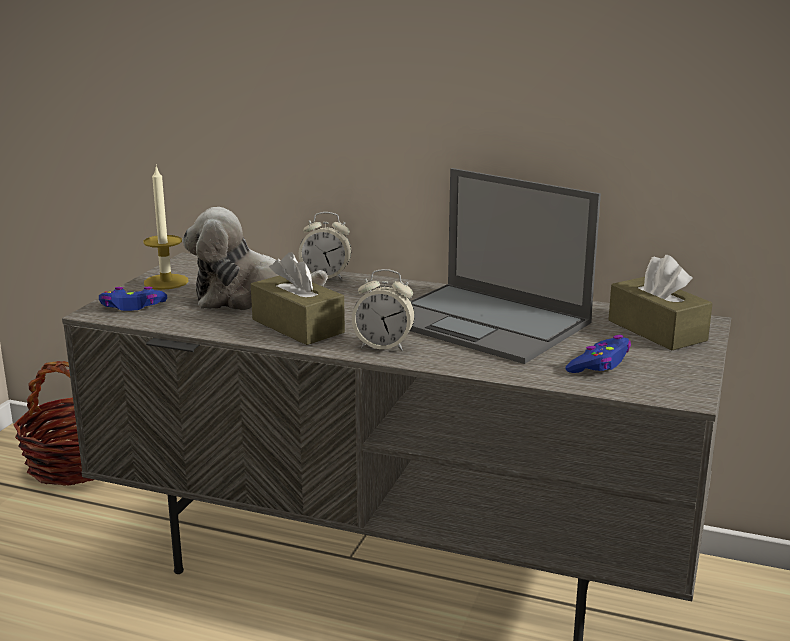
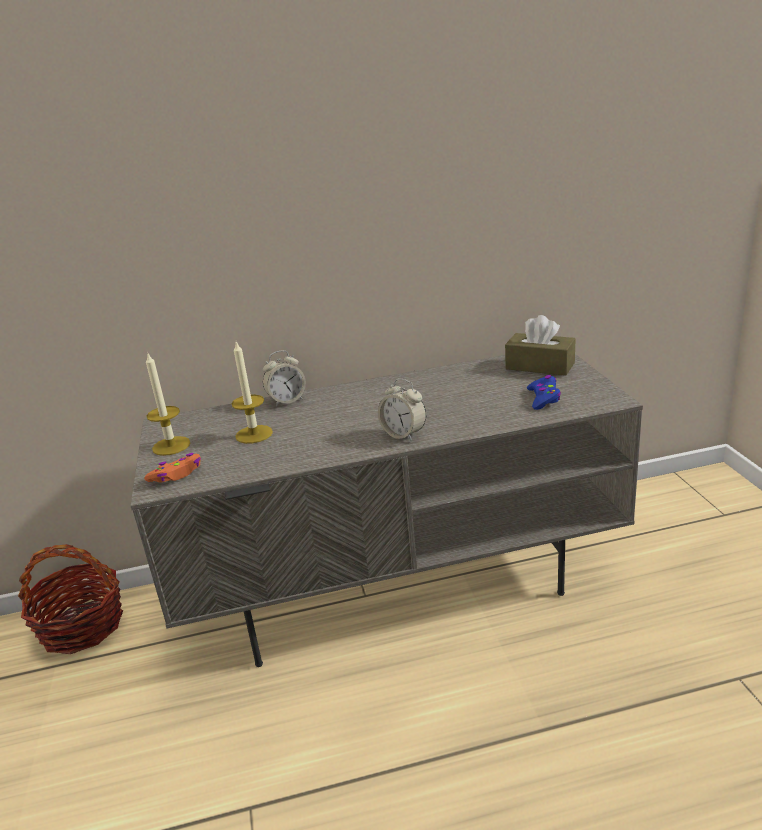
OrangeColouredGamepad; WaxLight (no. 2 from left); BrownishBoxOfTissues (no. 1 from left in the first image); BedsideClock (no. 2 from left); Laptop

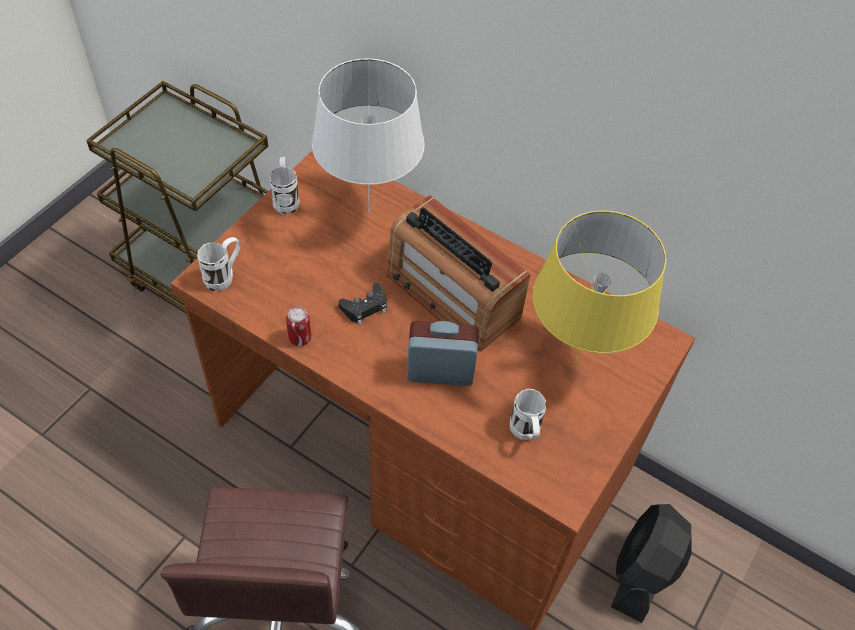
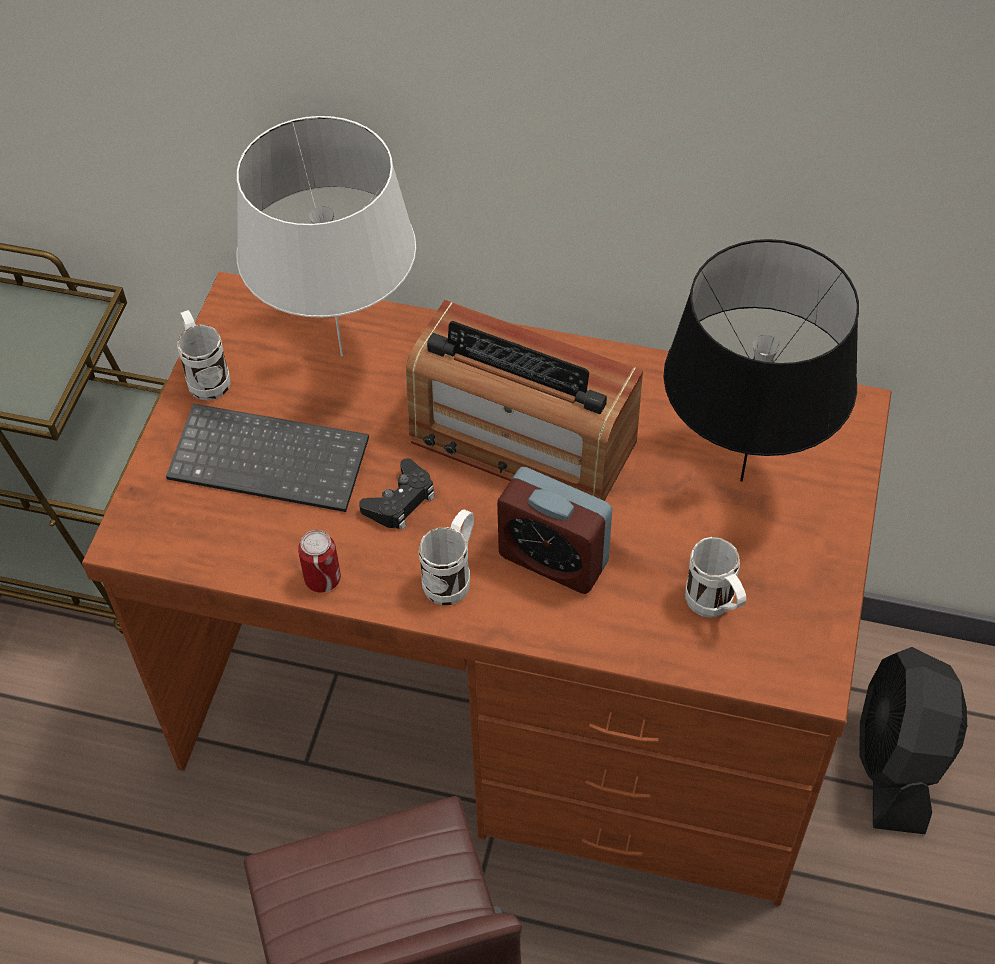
WhiteColouredTeaMug (no. 2 from left); BedsideClock; BlackTabletopLamp; PcKeyboard

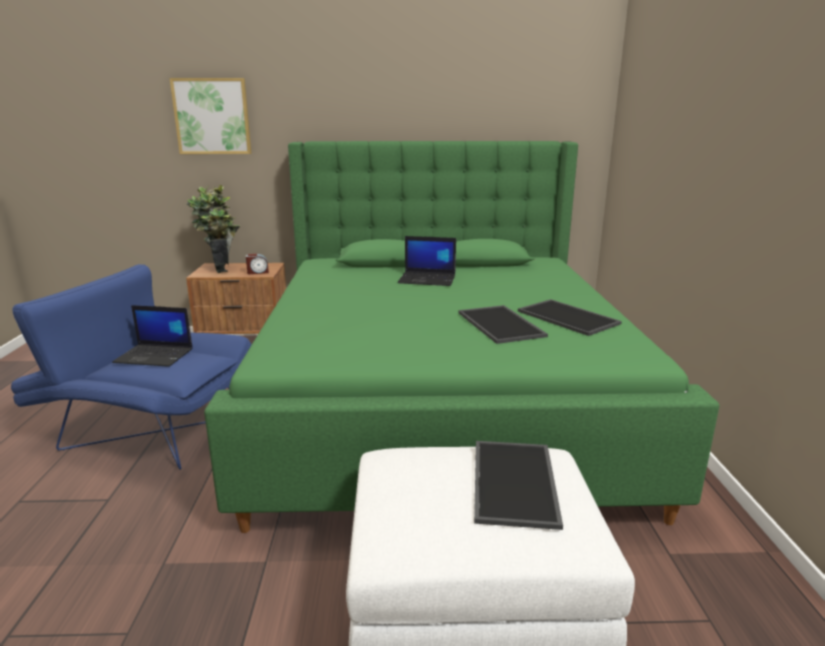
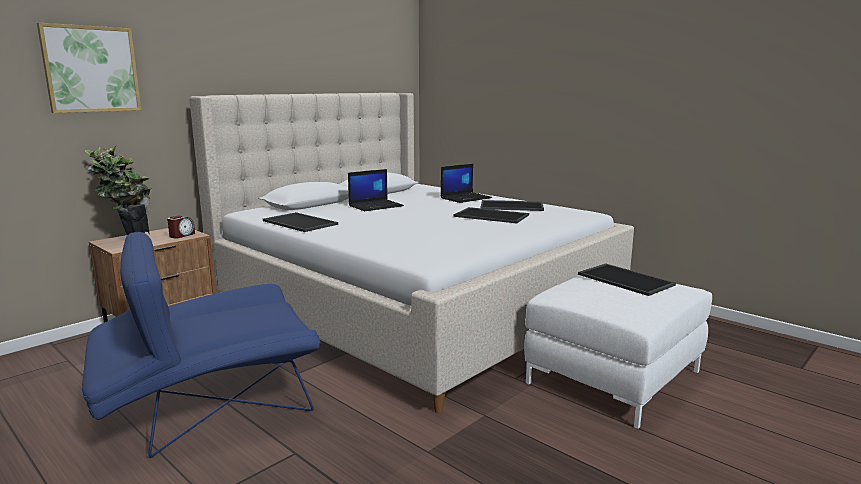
Laptop (no. 2 from left); BeigeColouredBedroomBed; CarryingTray (no. 1 from left)

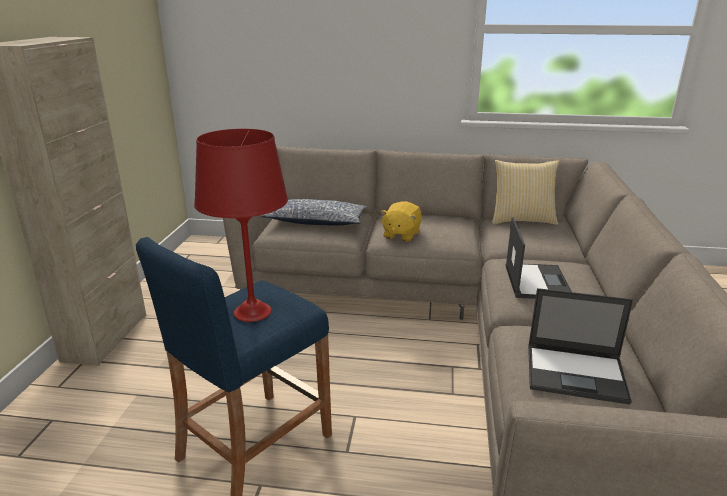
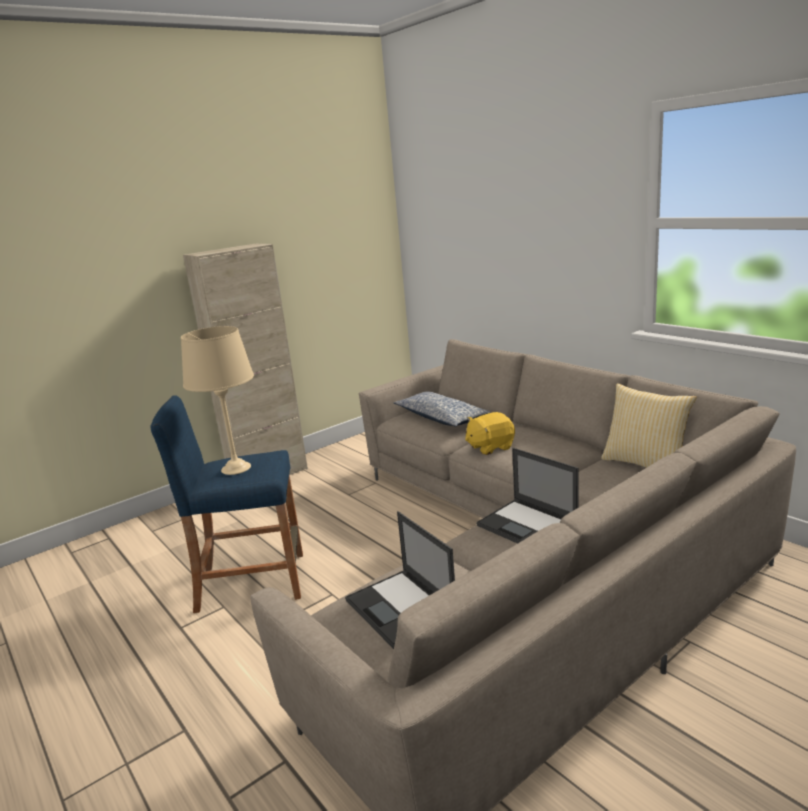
BeigeColouredTabletopLamp; Laptop (no. 2 from left)

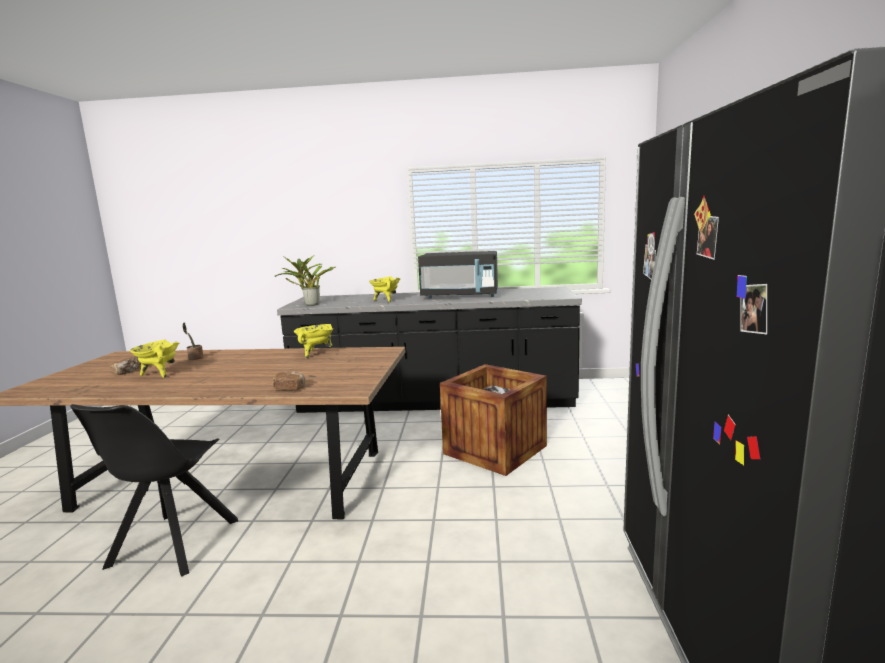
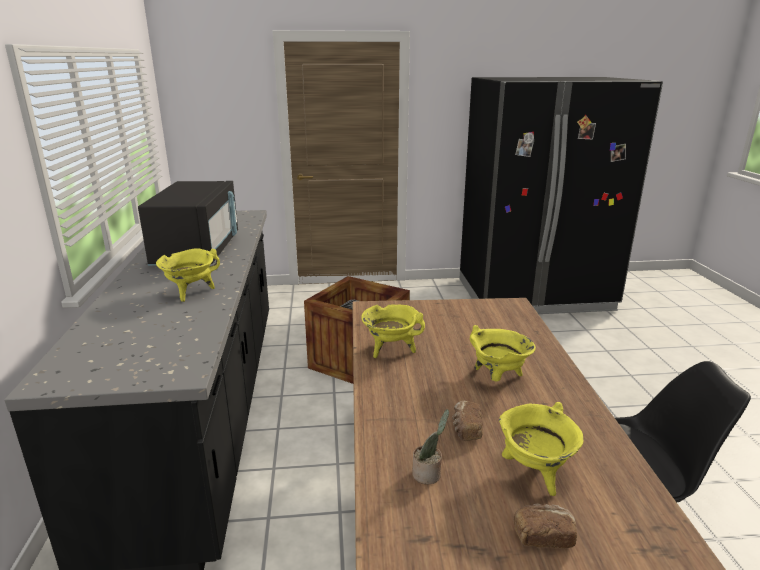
Bread (no. 1 from left); Houseplant (no. 2 from left in the first image); YellowColouredSaucepot (no. 3 from left)

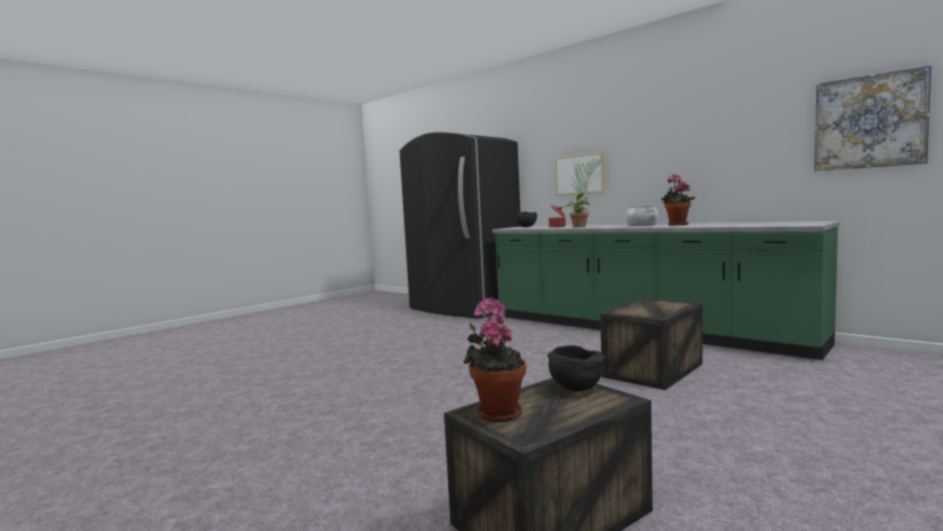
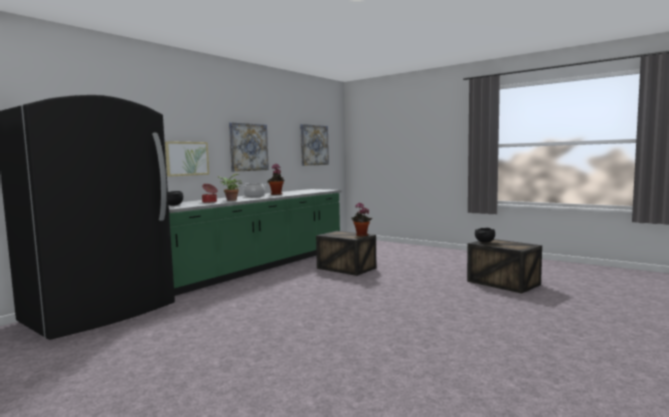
Houseplant (no. 3 from left); WallPicture (no. 2 from left)

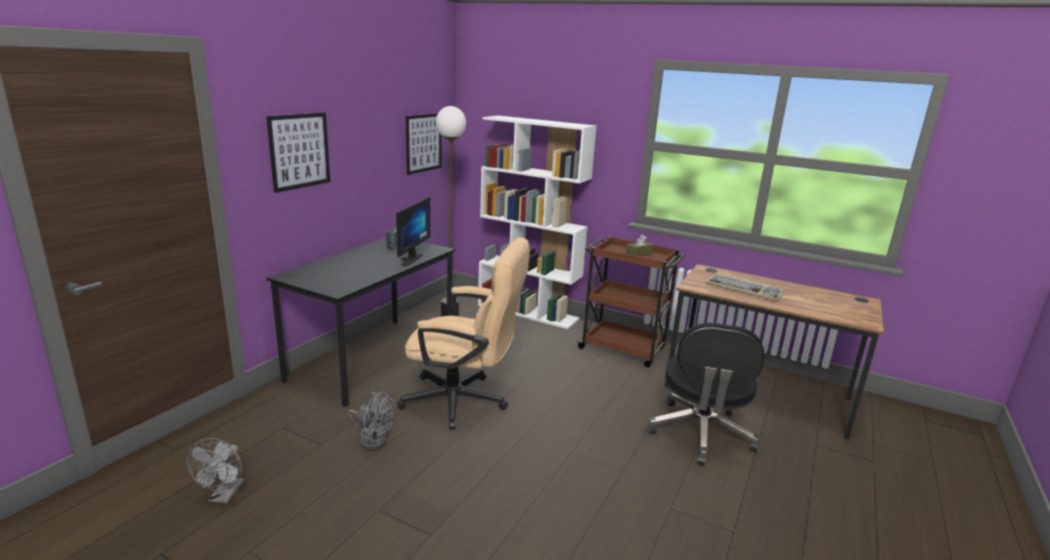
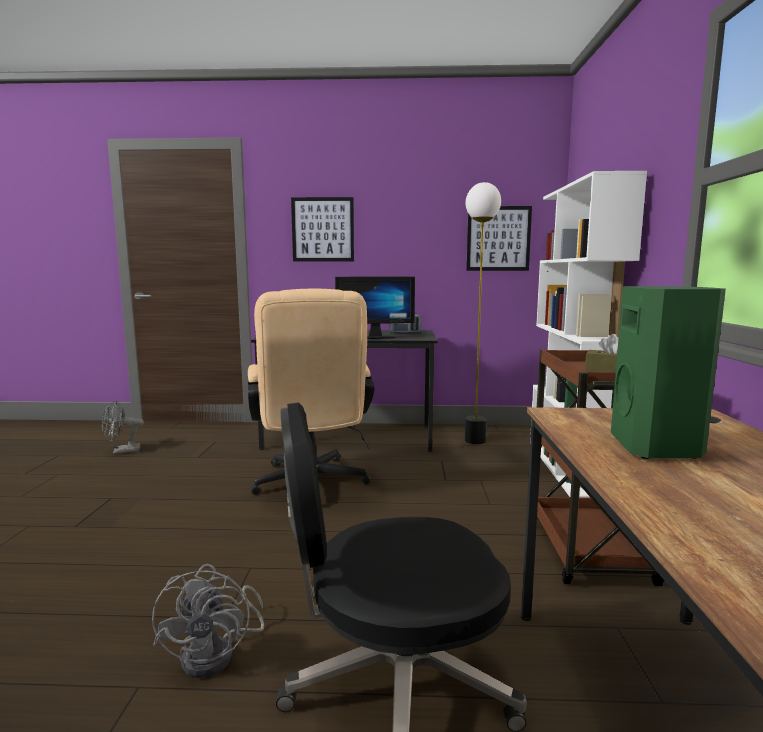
GrayFan (no. 2 from left); GreenColouredAudioSpeaker

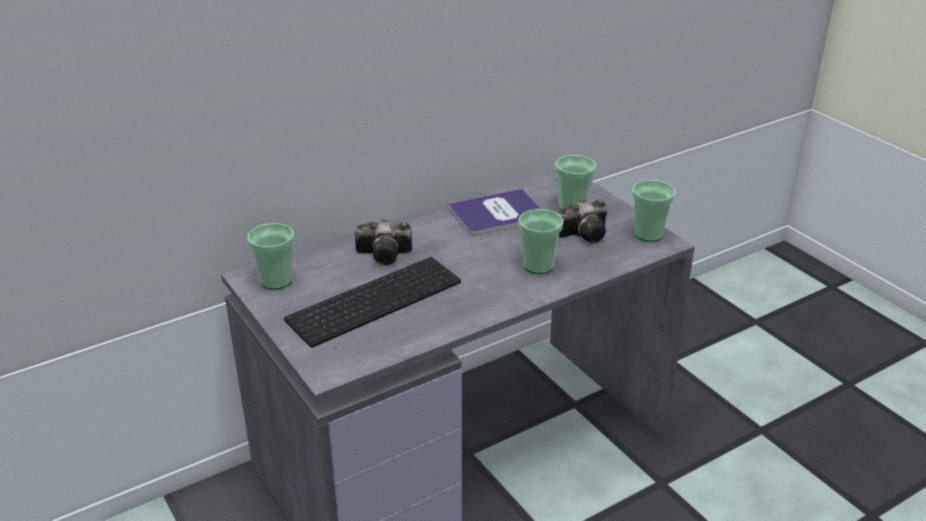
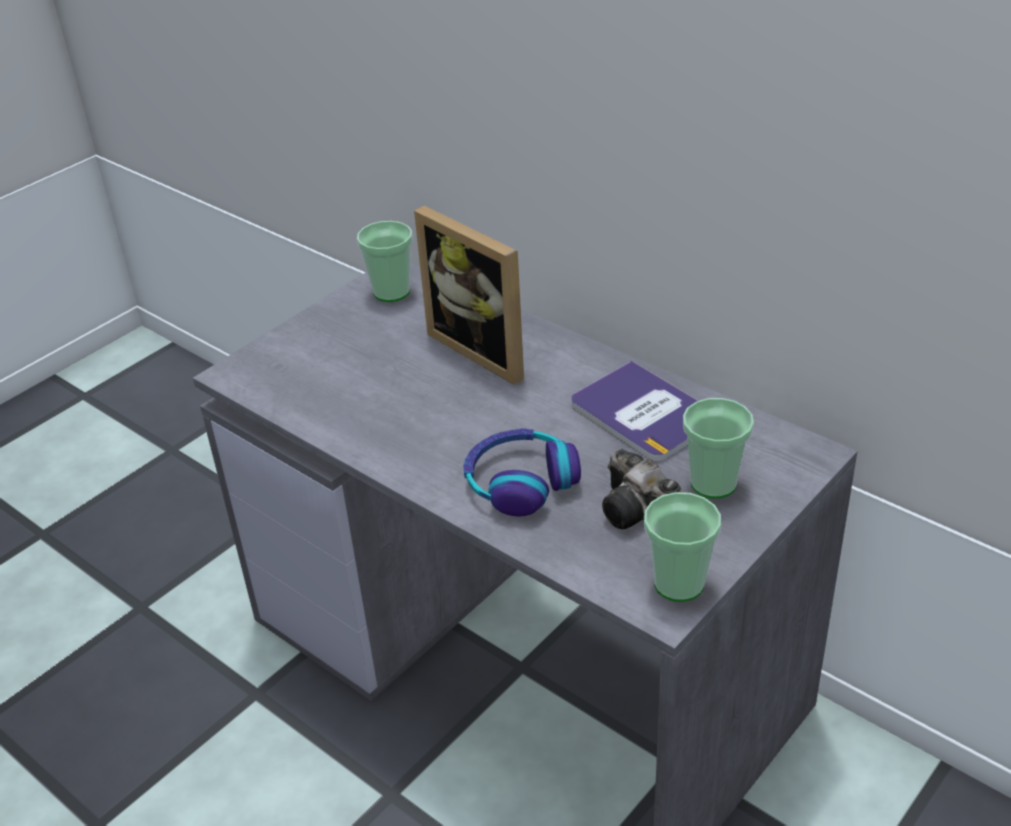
PcKeyboard; StandingFrame; PairOfHeadphones

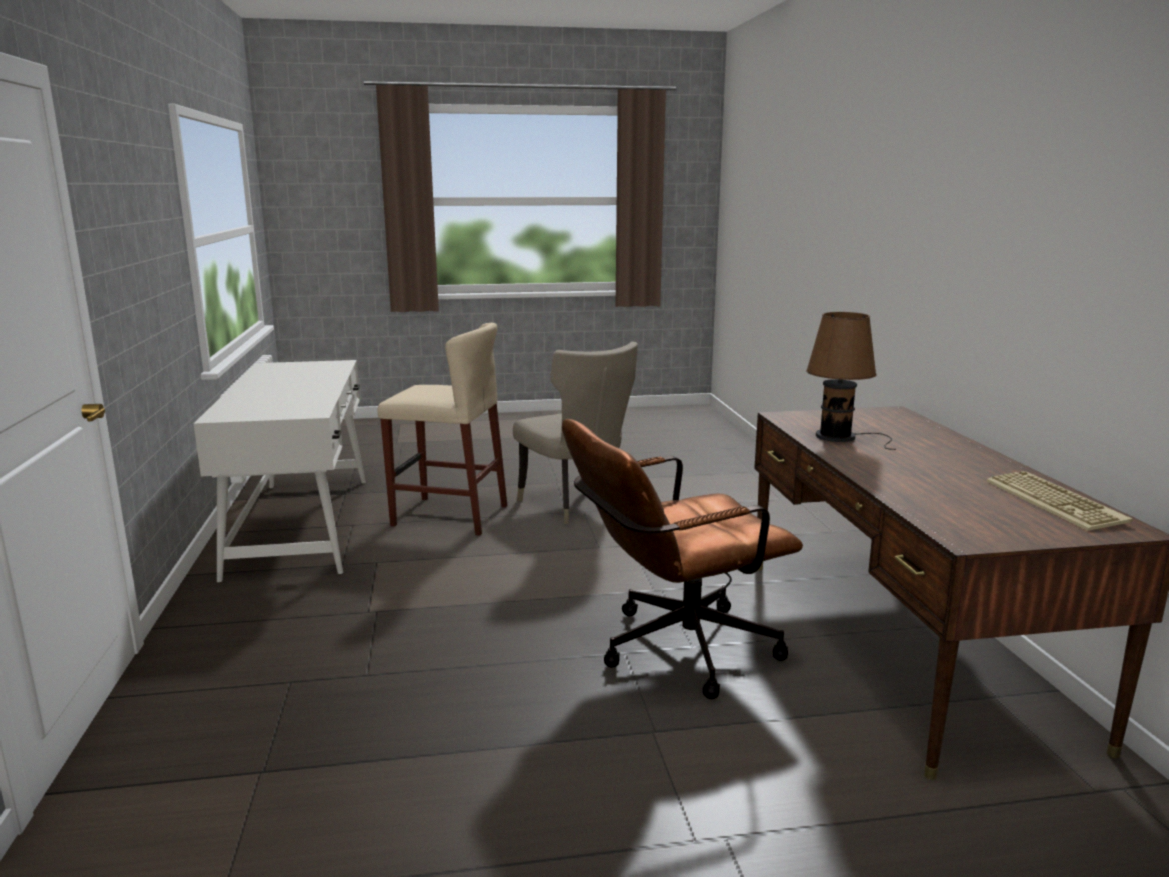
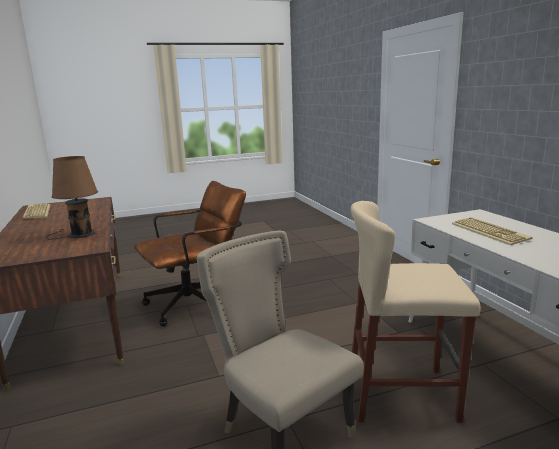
PcKeyboard (no. 2 from left)

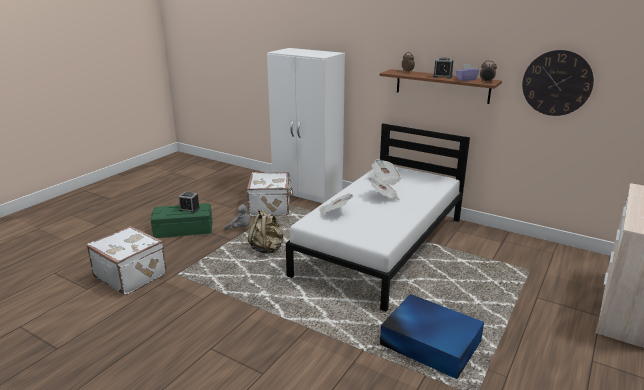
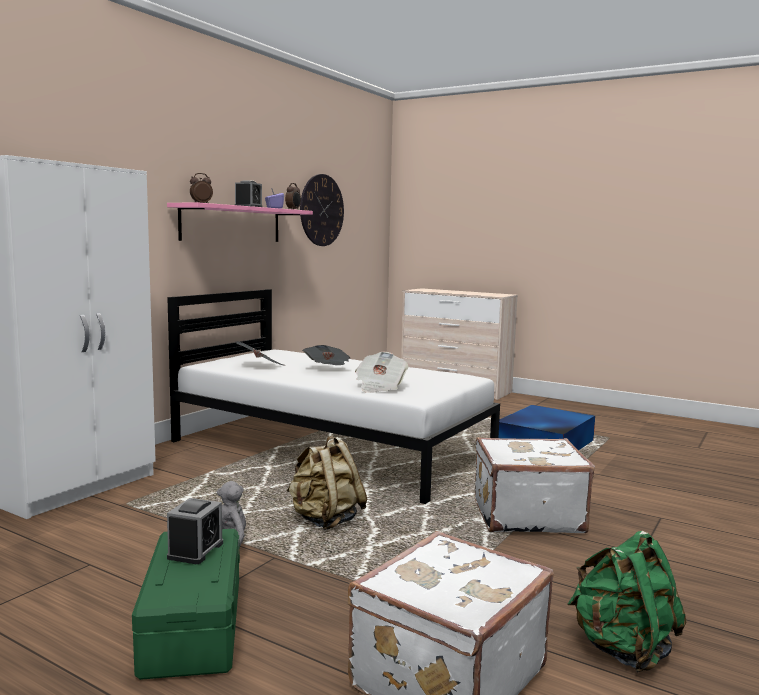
WhiteColouredTravelCase (no. 2 from left); PinkColouredShelf; GreenColouredBackpack

